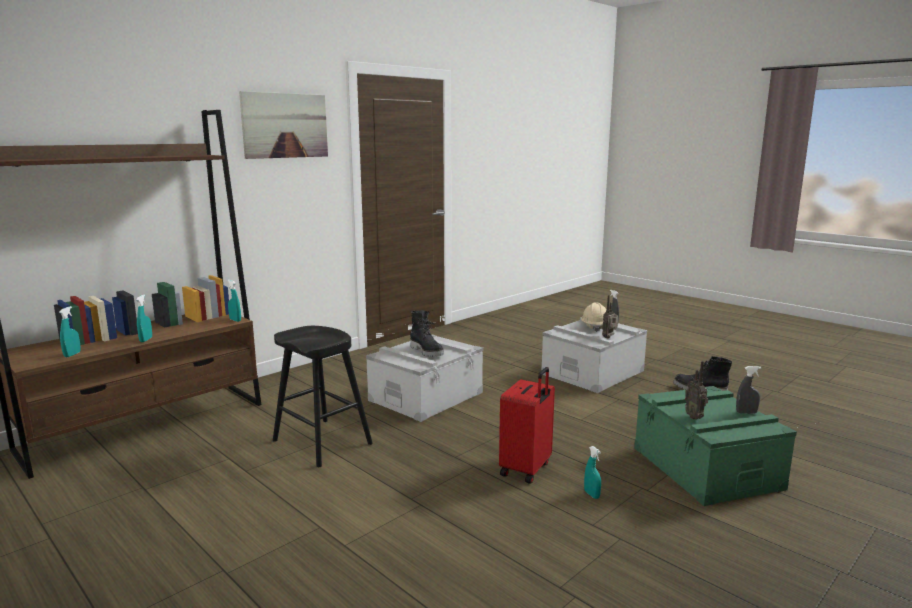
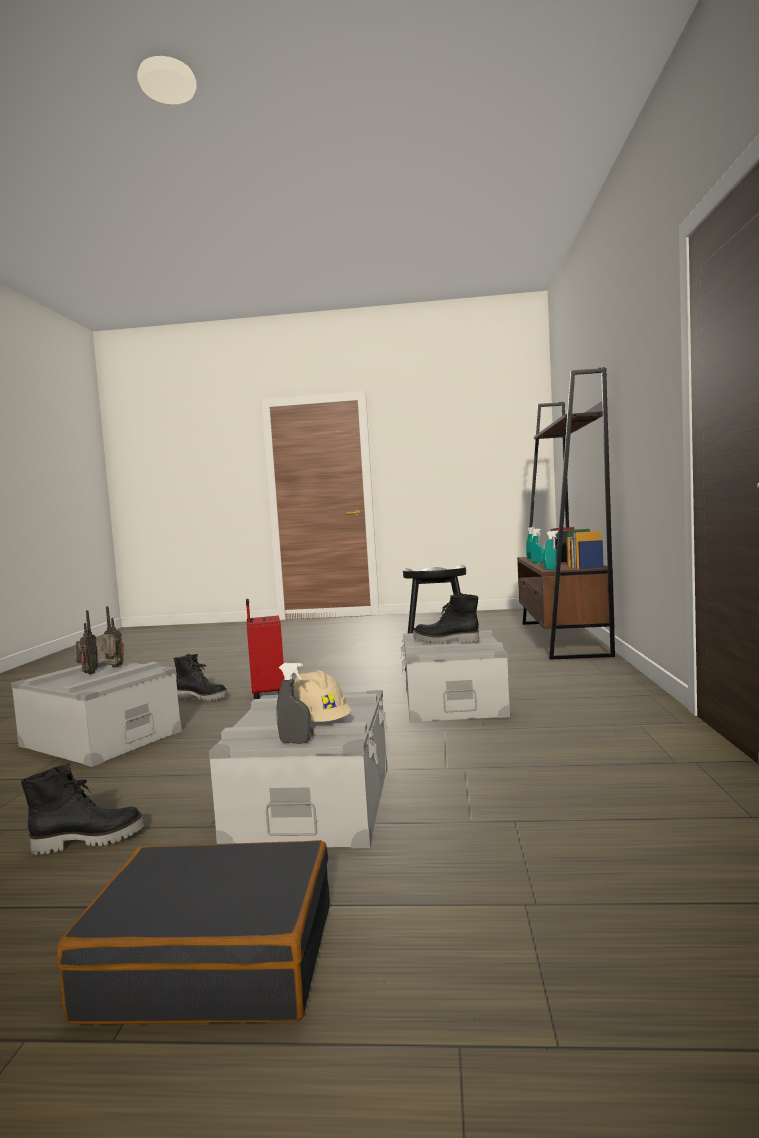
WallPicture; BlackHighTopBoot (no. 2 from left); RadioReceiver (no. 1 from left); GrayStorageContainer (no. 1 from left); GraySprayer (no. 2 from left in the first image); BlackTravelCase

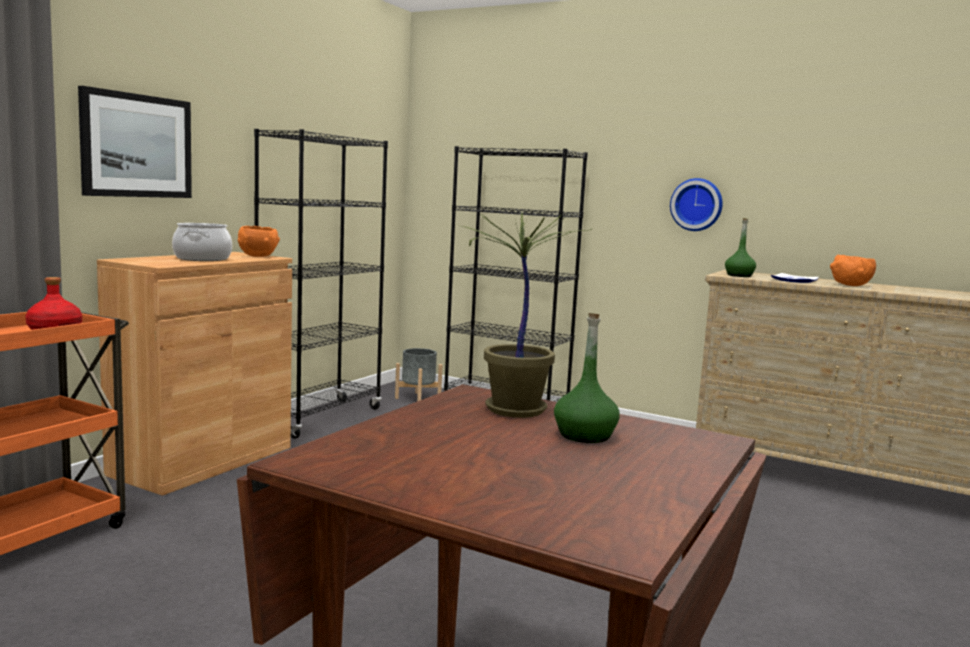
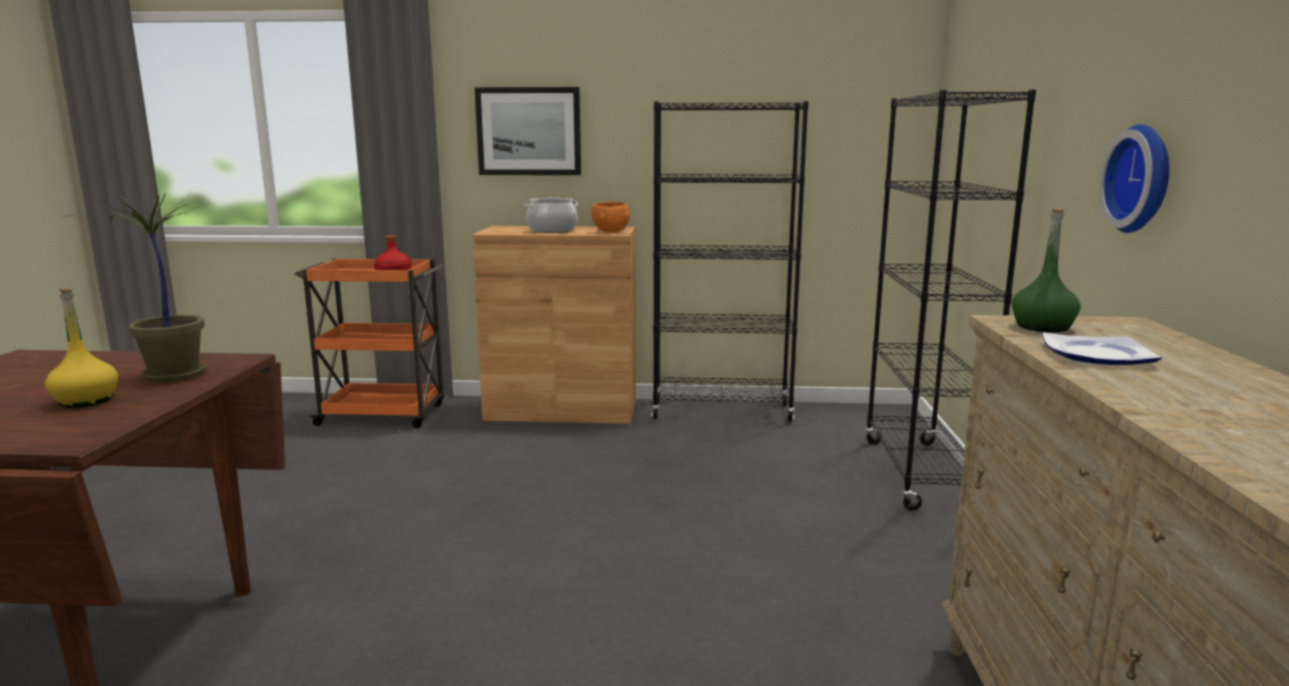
GrayPlantPot; YellowColouredBottle; OrangeColouredDeepDish (no. 2 from left in the first image)

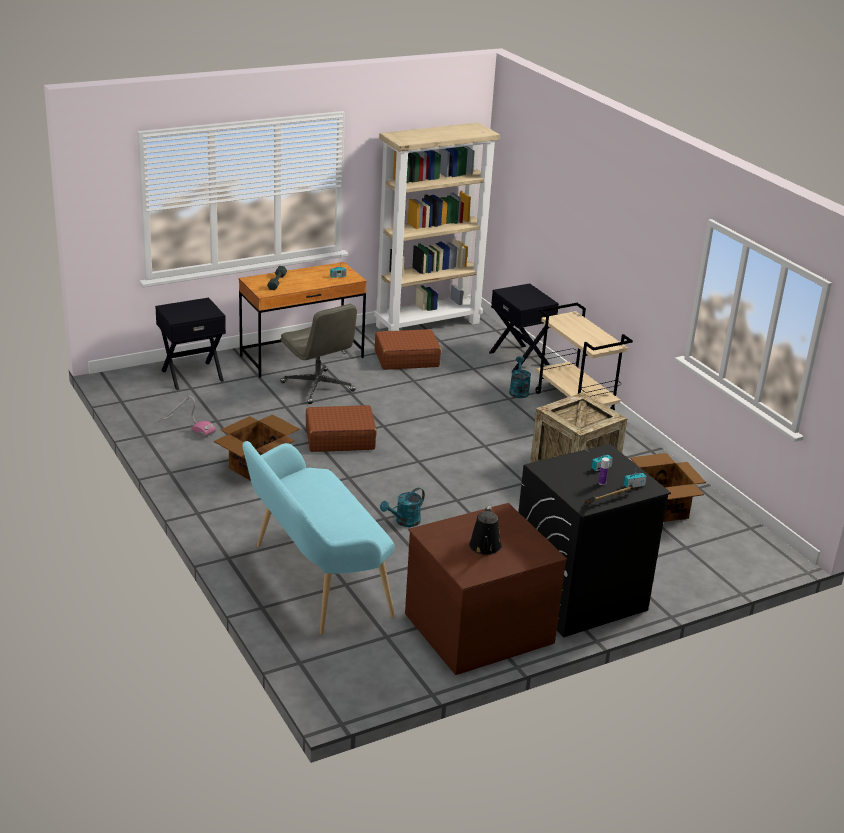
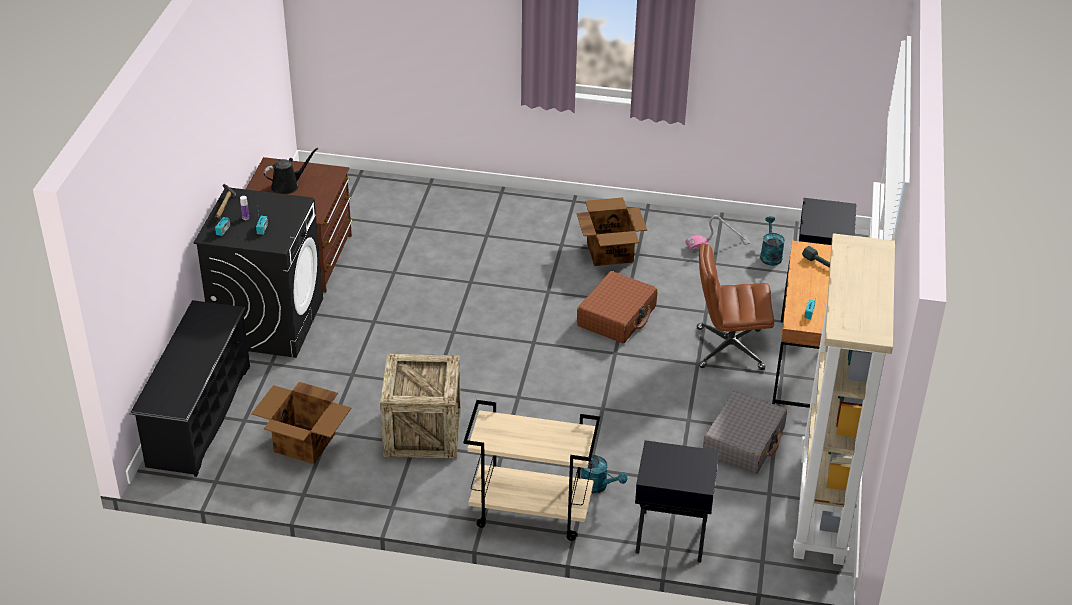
TurquoiseBench; BrownishComputerChair; GrayTravelCase; TurquoiseWateringCan (no. 2 from left); BlackWateringCan; BlackShoeShelf

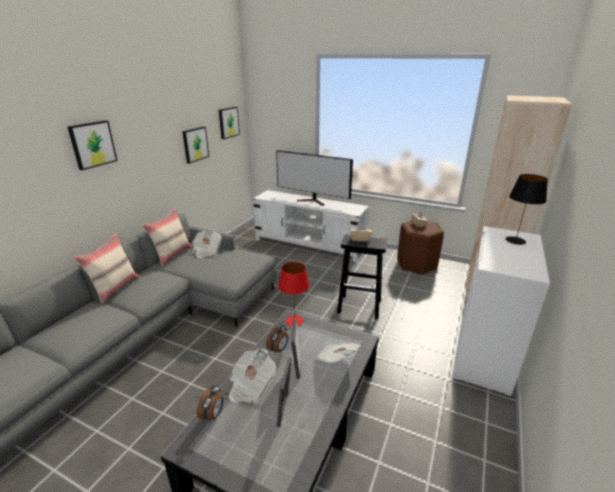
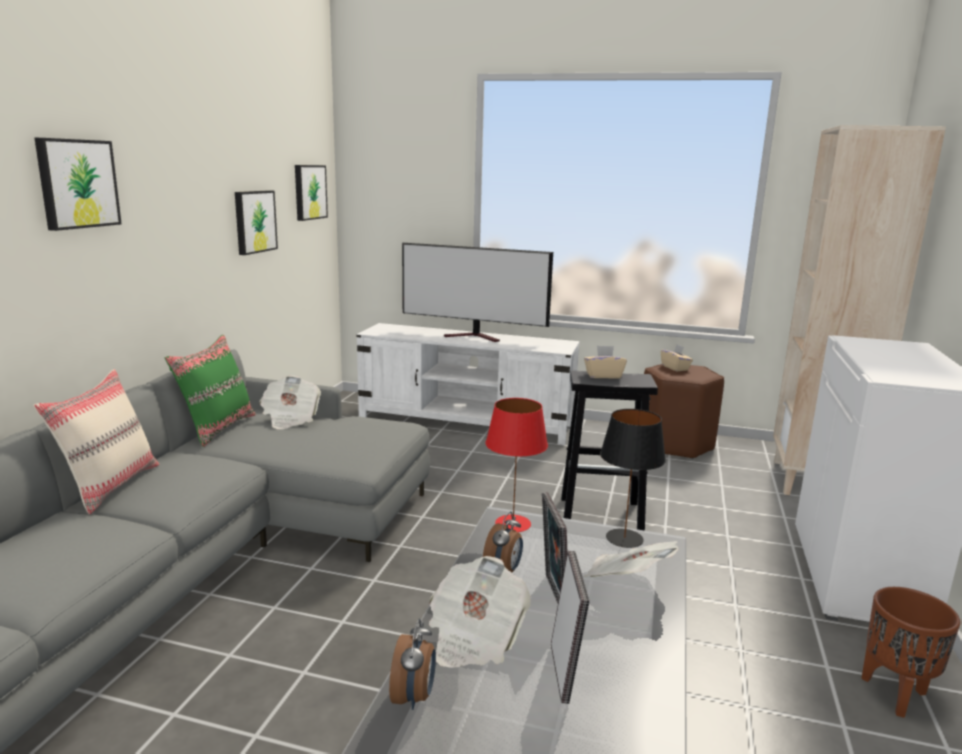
GreenColouredPillow; BlackTabletopLamp; BrownishPlantPot

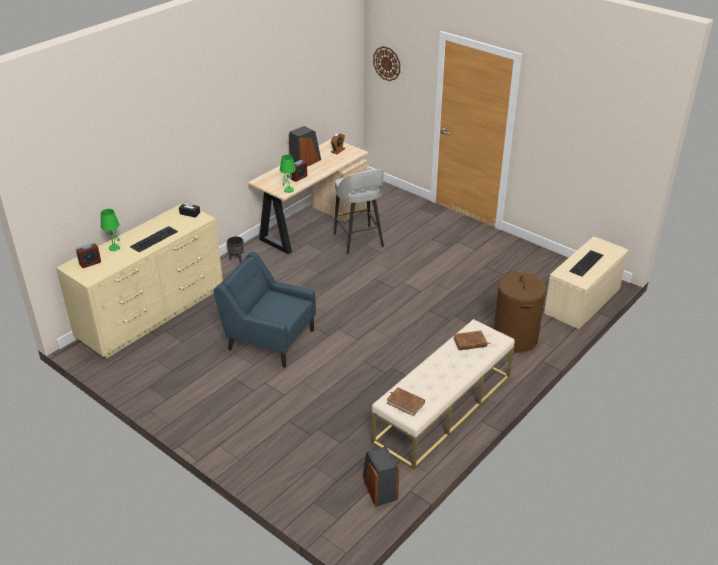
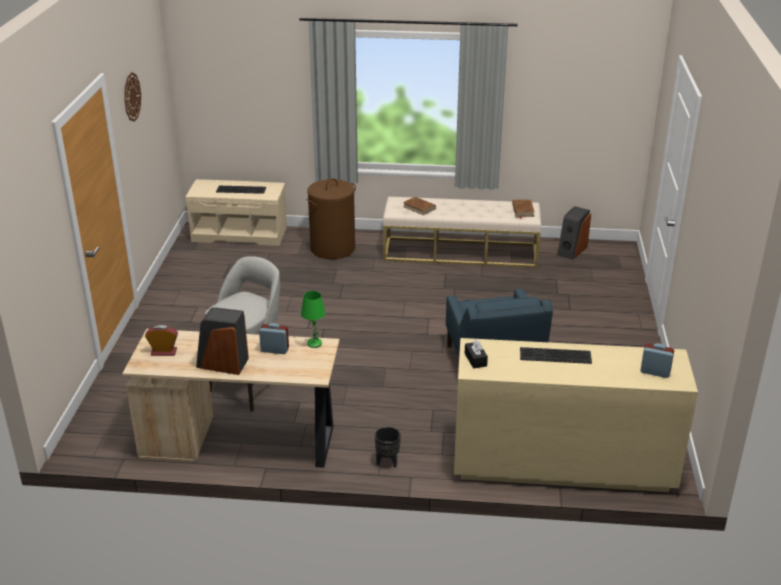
GreenColouredTabletopLamp (no. 1 from left in the first image); HangingClock

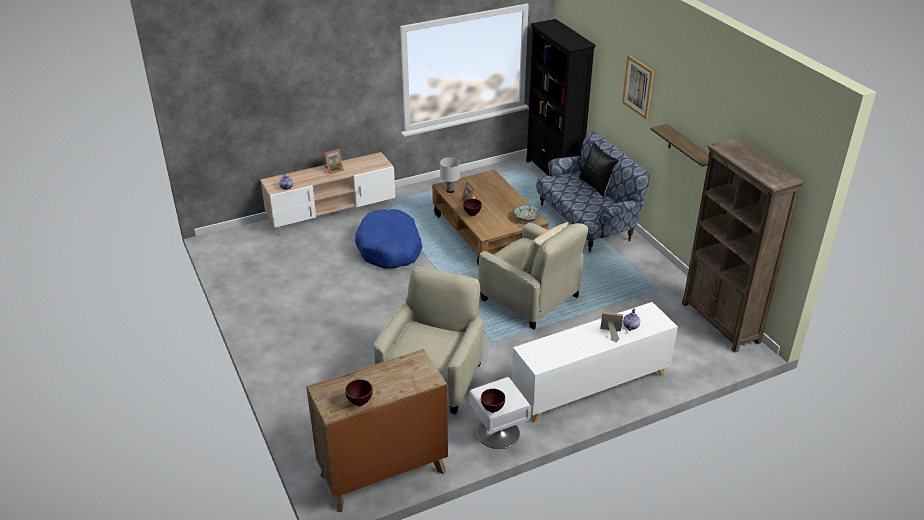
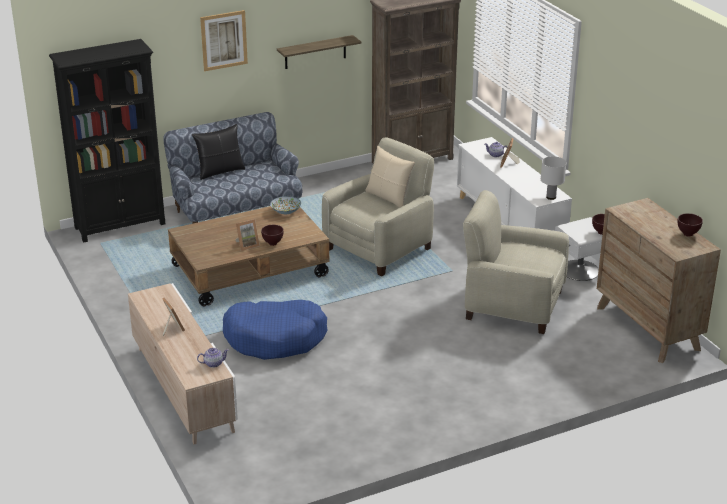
WhiteColouredTabletopLamp

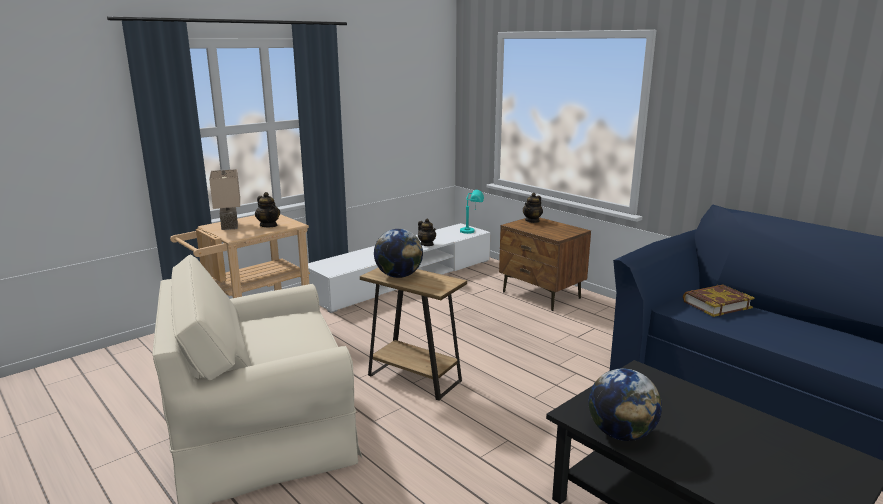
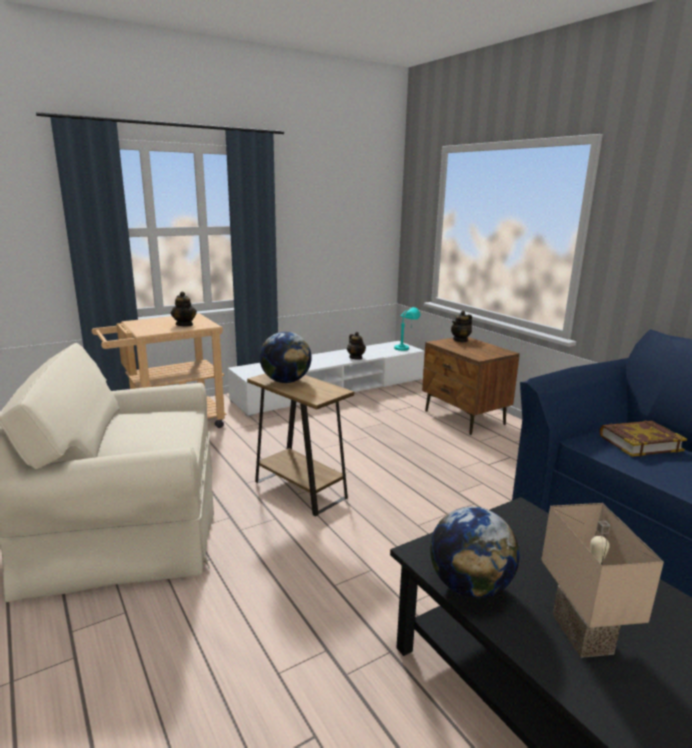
BeigeColouredTabletopLamp

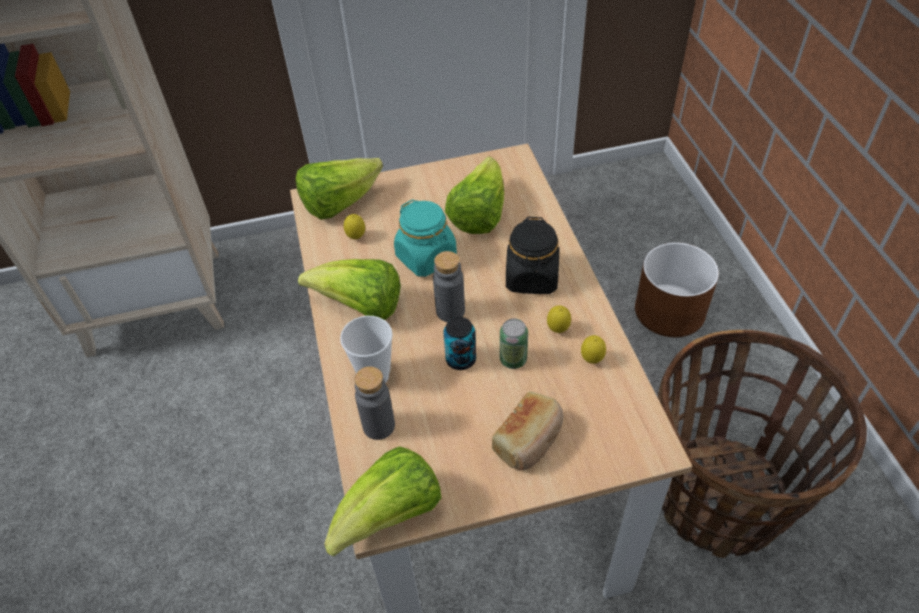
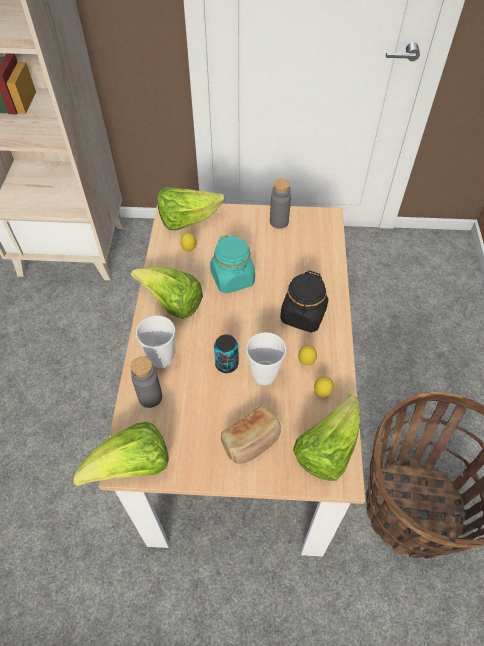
GrayBottle (no. 2 from left); LettuceHead (no. 4 from left); DrinkingCup (no. 2 from left); BrownishPlantPot

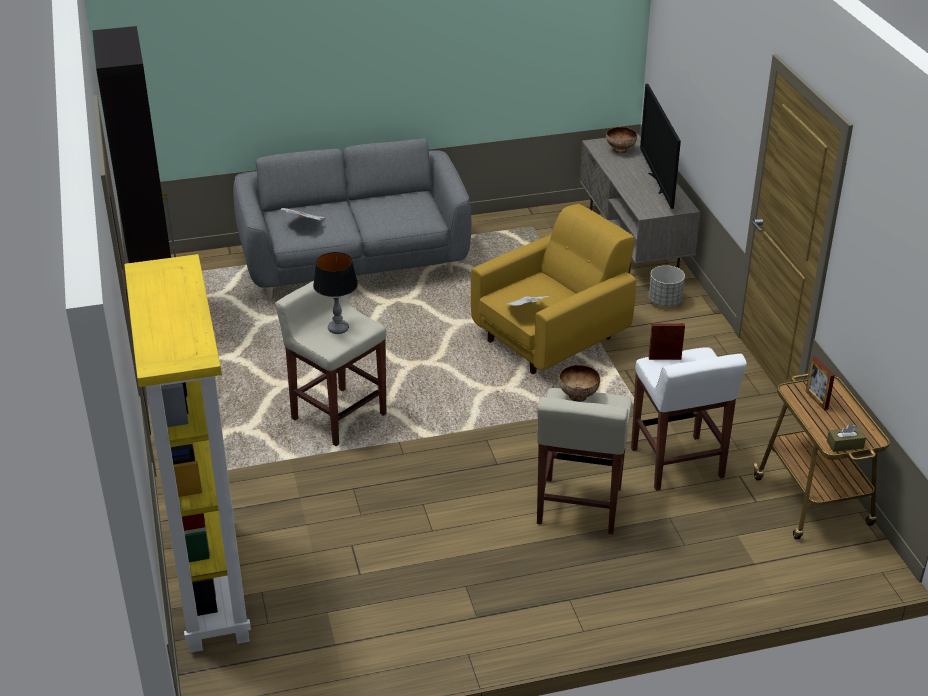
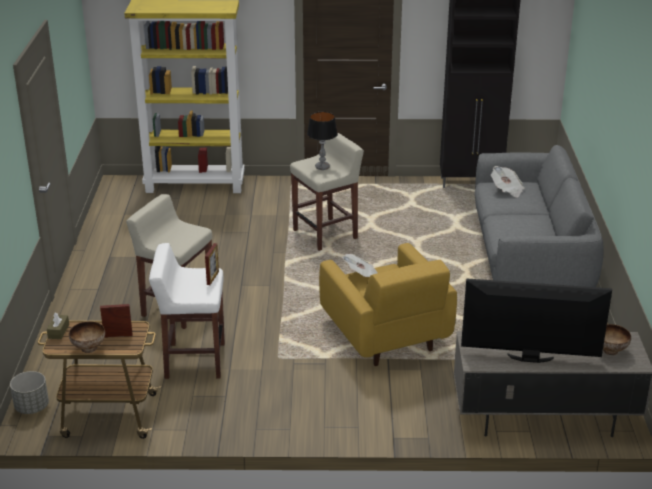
DeepDish (no. 1 from left); GrayPlantPot

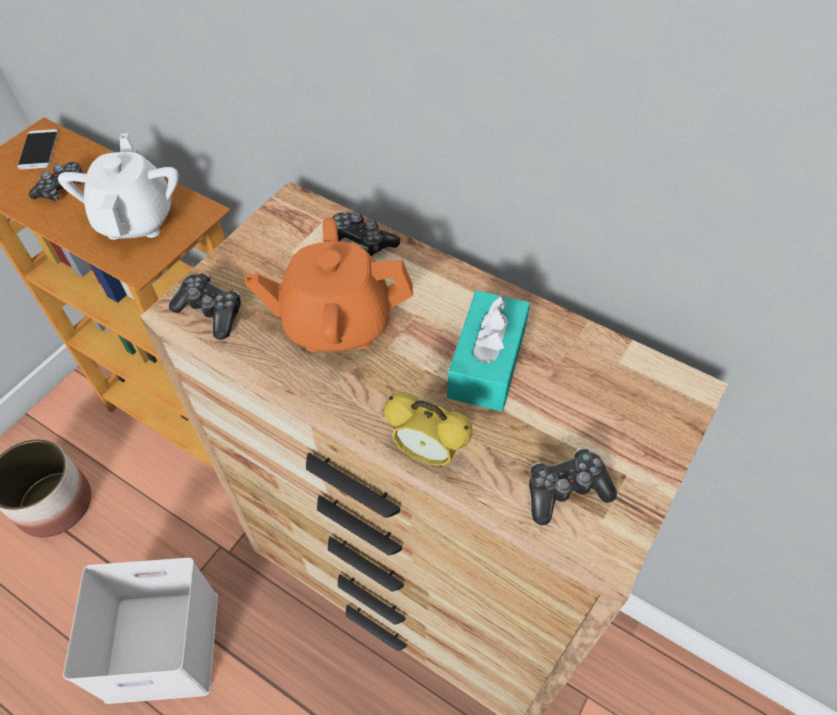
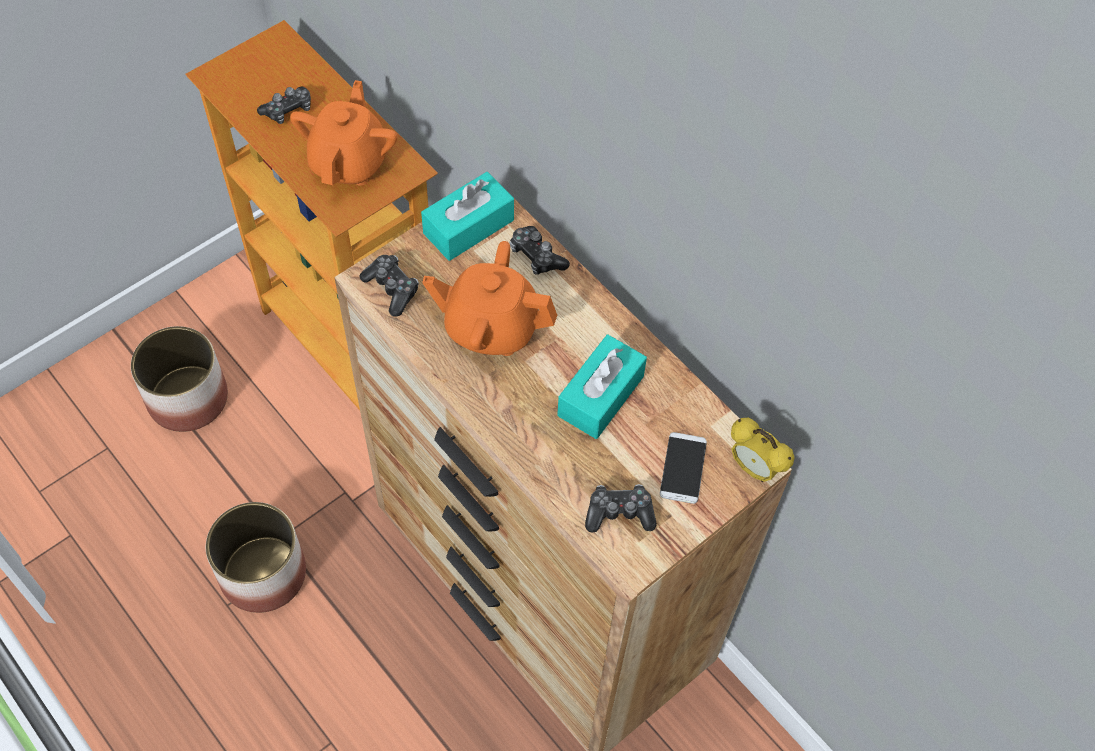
Phone; OrangeColouredTeapot (no. 1 from left); PlantPot (no. 2 from left); BedsideClock; TurquoiseBoxOfTissues (no. 1 from left)

